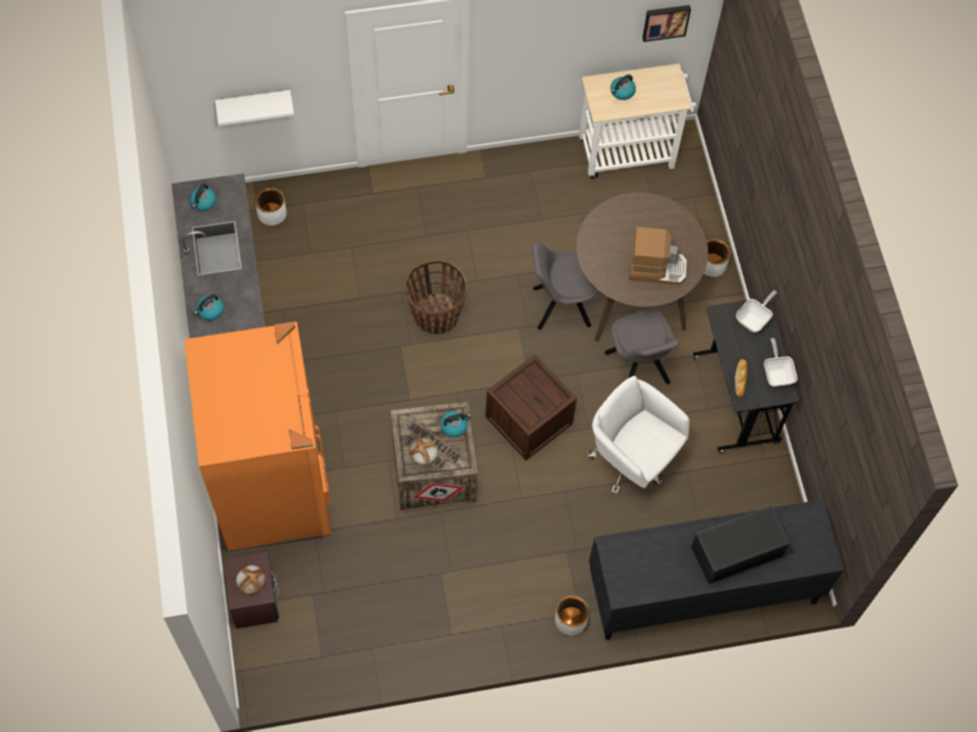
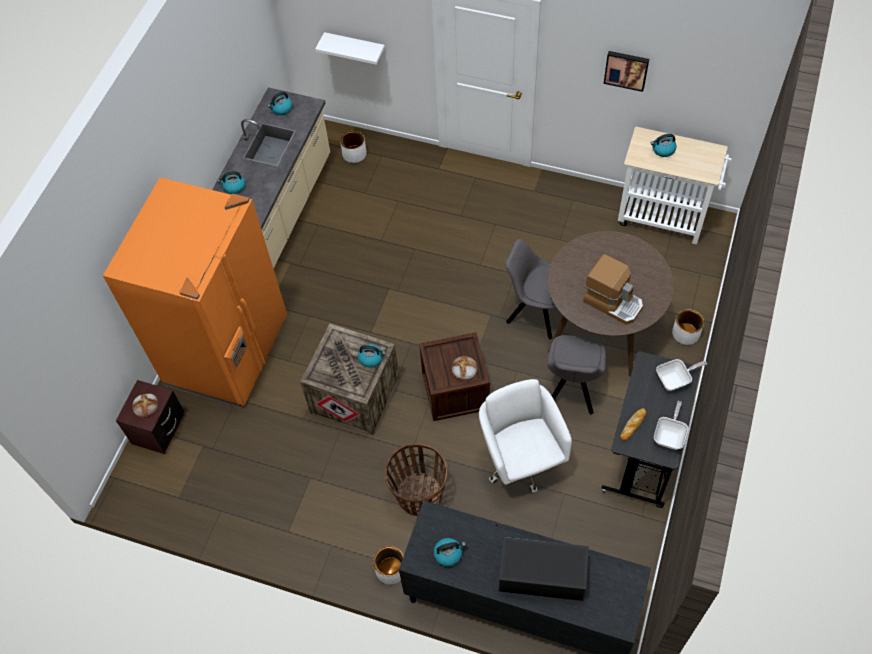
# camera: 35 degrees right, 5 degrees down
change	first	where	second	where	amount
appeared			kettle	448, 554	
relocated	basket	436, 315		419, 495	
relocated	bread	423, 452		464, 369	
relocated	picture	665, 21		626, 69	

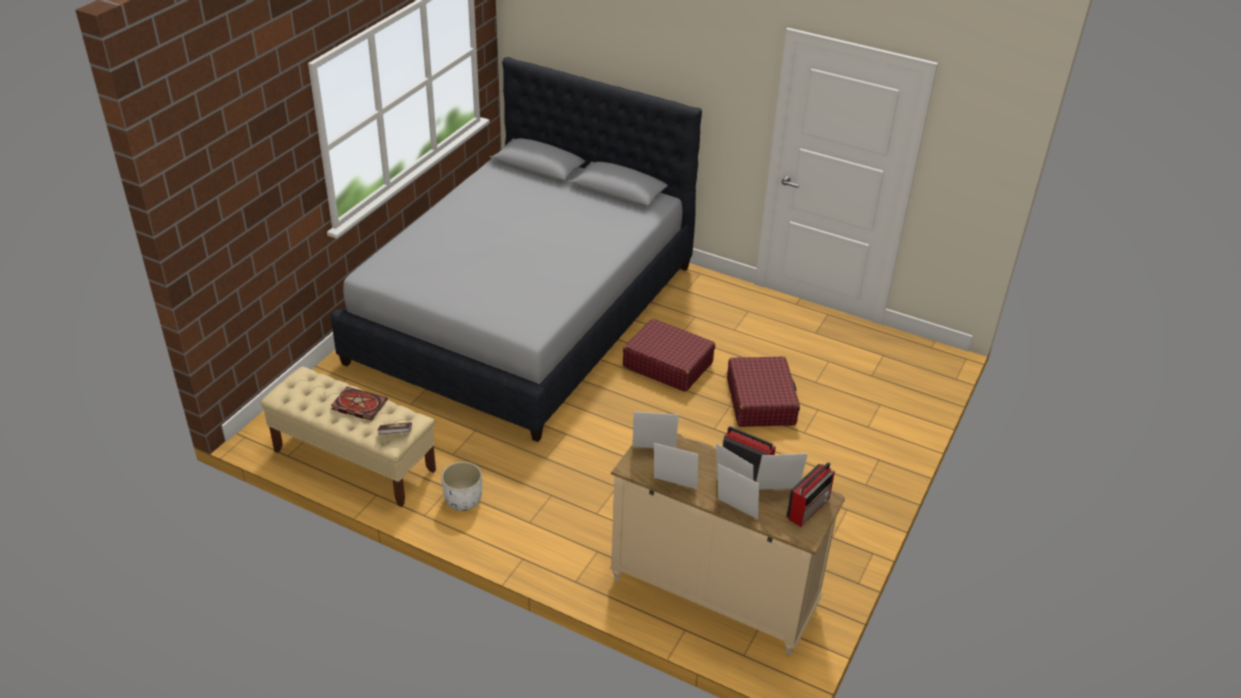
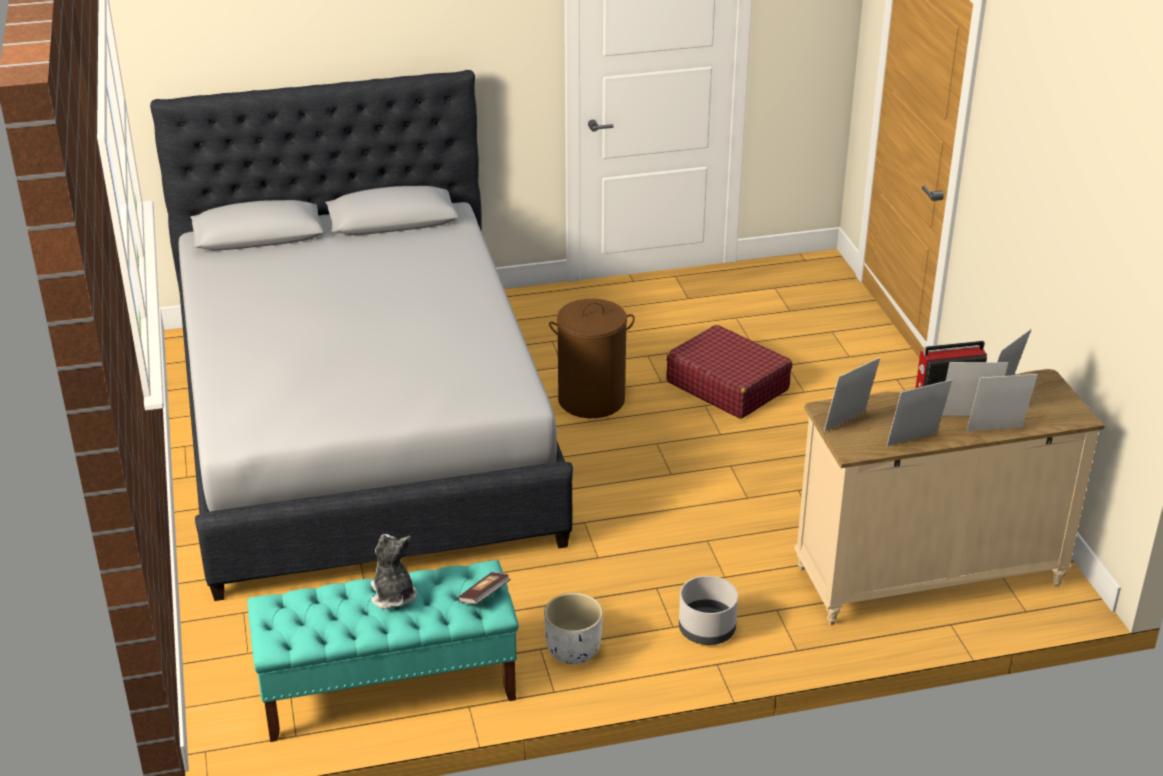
# camera: 40 degrees left, 5 degrees down
change	first	where	second	where	amount
missing	radio set	809, 508			
appeared			grey plant pot	706, 630	
exchanged	book	357, 405	cuddly toy	393, 595	
exchanged	red-coloured piece of luggage	667, 364	brownish laundry basket	591, 400	
colour	beige-coloured bench	354, 460	turquoise-coloured bench	387, 689	

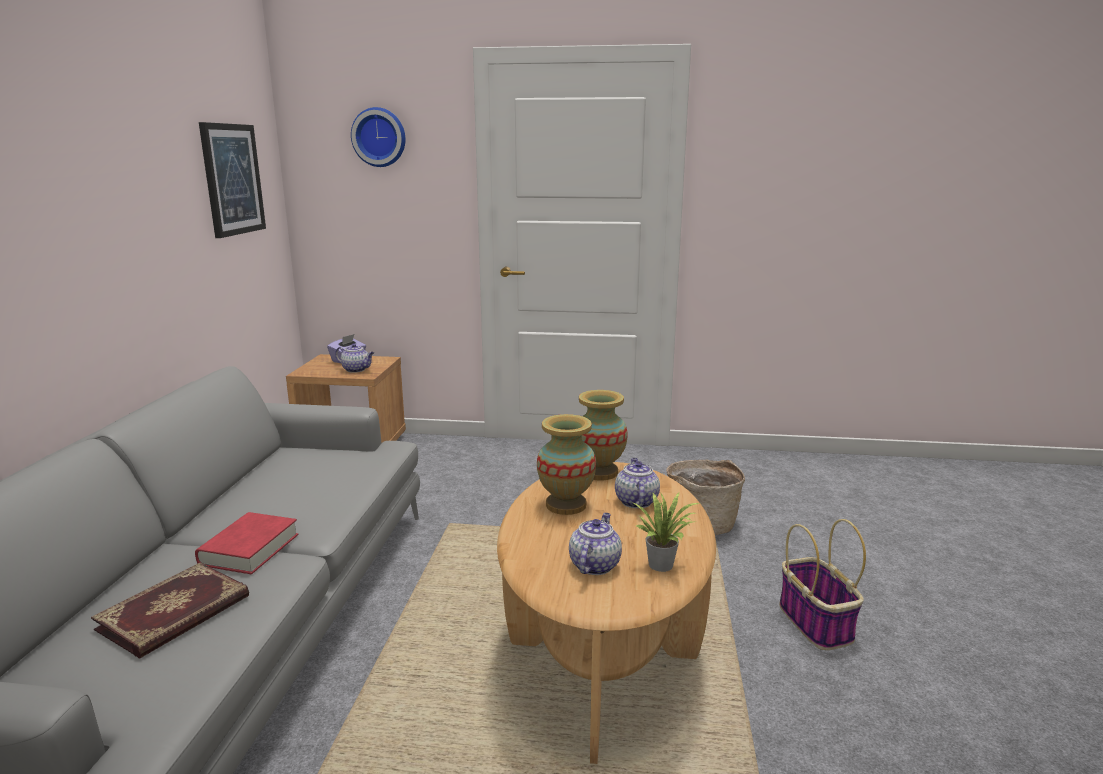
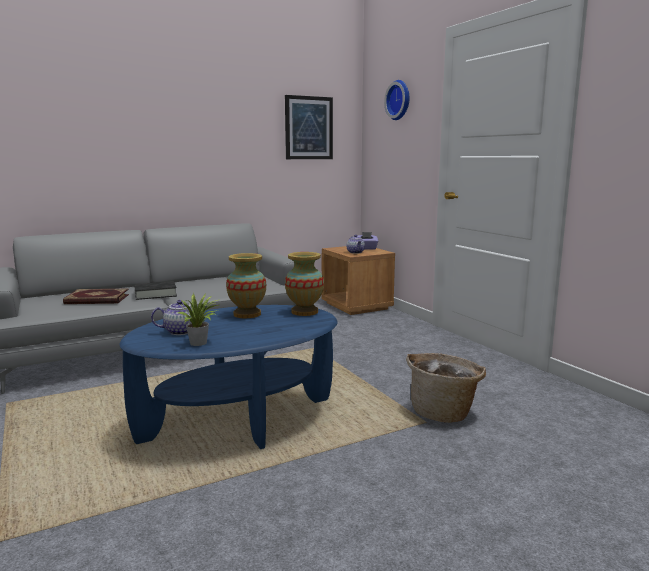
# camera: 55 degrees right, 5 degrees down
change	first	where	second	where	amount
missing	tea pot	635, 501			
missing	basket	816, 623			
colour	red-coloured book	249, 549	black-coloured book	155, 294	
colour	brownish low table	602, 651	blue low table	239, 420	

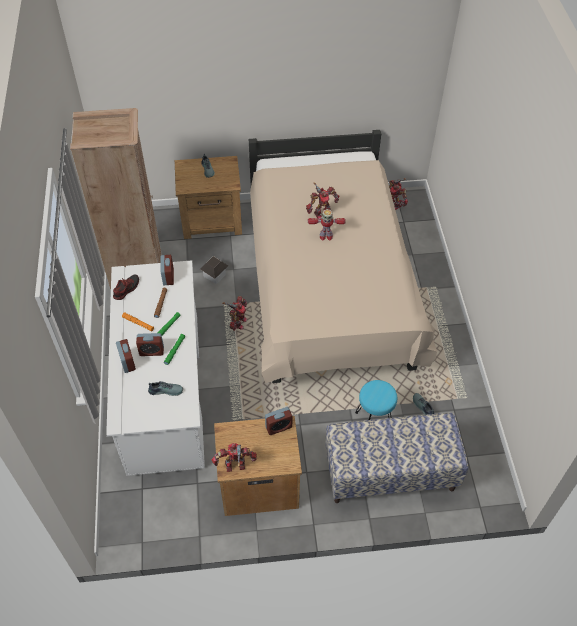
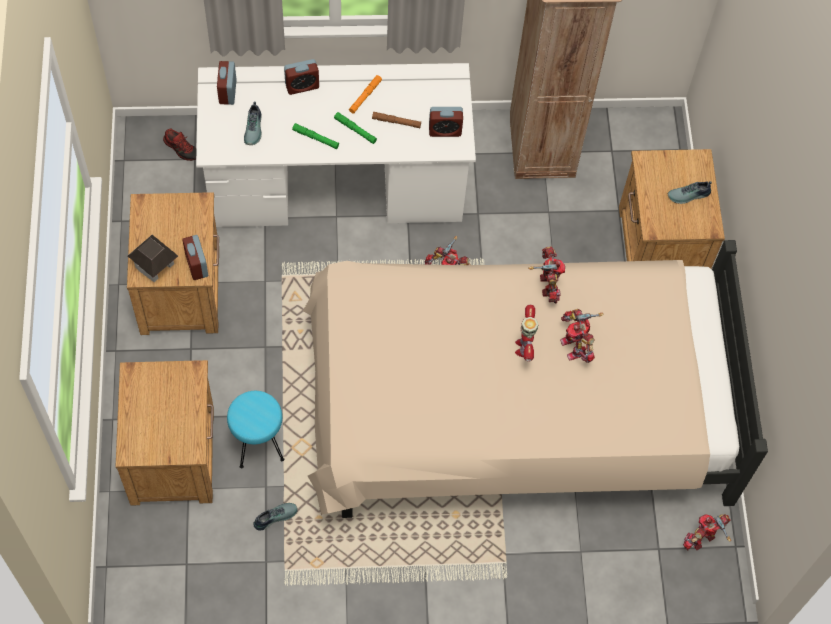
# camera: 90 degrees right, 10 degrees up
change	first	where	second	where	amount
relocated	low shoe	126, 289		182, 148	
relocated	bedside clock	151, 351		227, 92	
relocated	toy house	215, 275		155, 265	
relocated	model robot	235, 466		547, 286	
exchanged	bench	389, 473	brownish bedside table	174, 454	

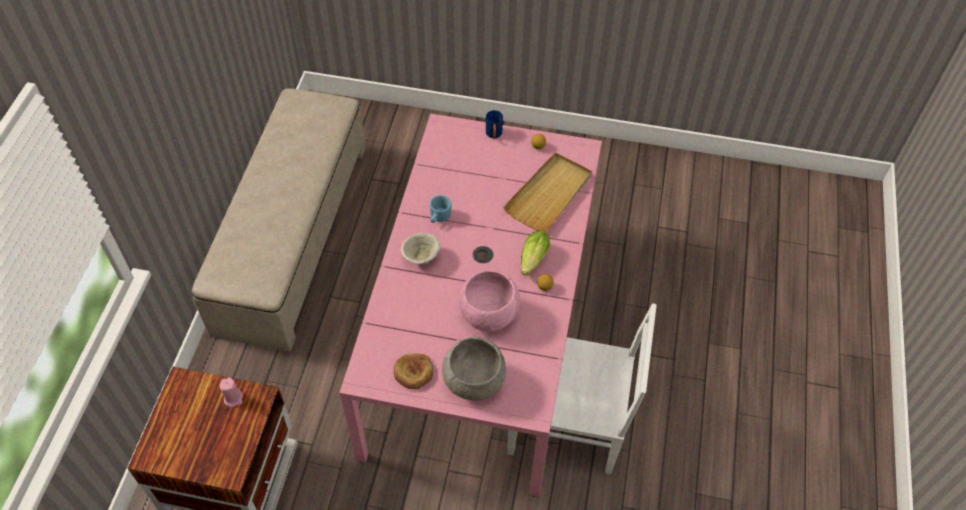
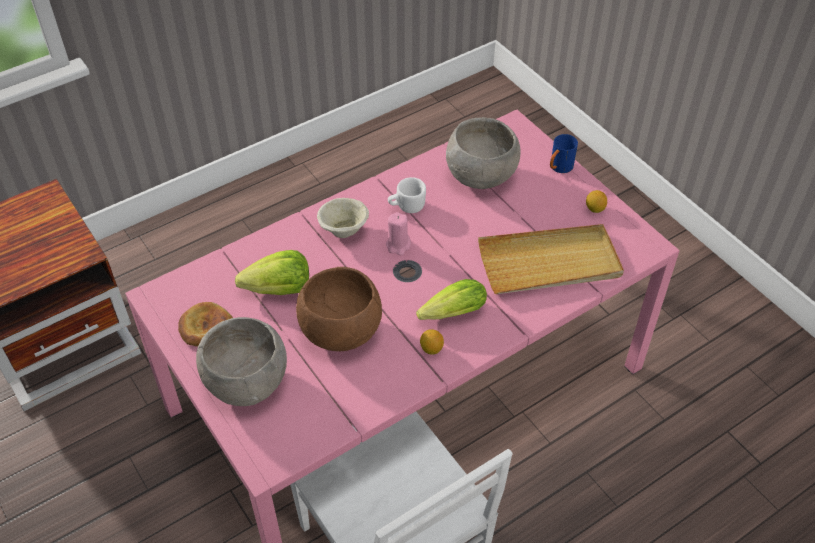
# camera: 45 degrees right, 5 degrees down
change	first	where	second	where	amount
missing	beige-coloured bench	292, 234			
appeared			head of lettuce	279, 289	
appeared			grey deep dish	481, 177	
relocated	pink-coloured wax candle	233, 398		398, 245	
colour	blue mug	438, 217	white-coloured mug	406, 206	
colour	pink-coloured deep dish	489, 314	brownish deep dish	342, 331	

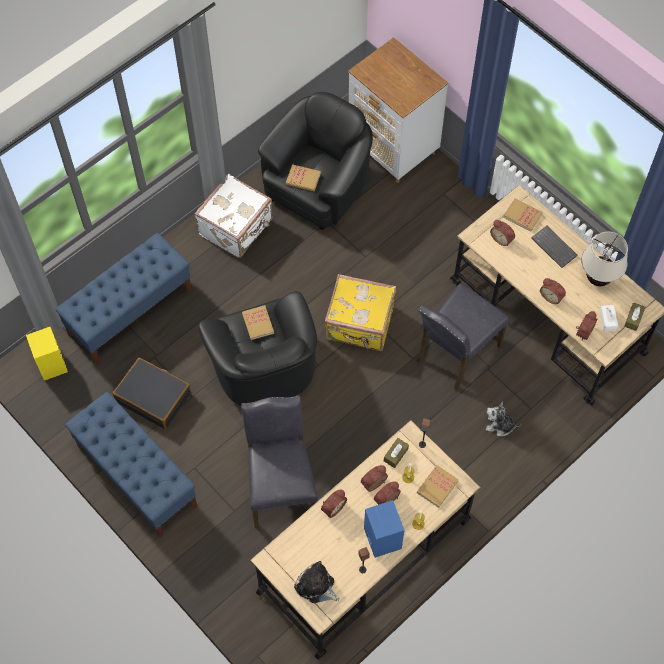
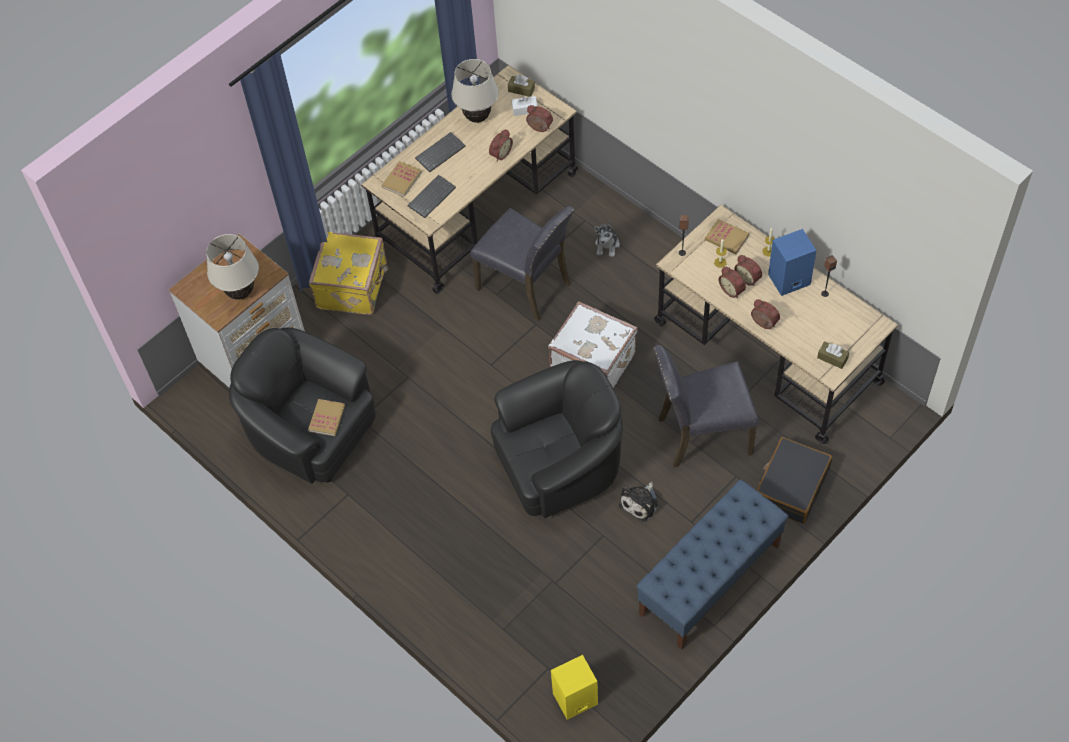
# camera: 90 degrees left, 5 degrees down
change	first	where	second	where	amount
missing	blue bench	130, 312			
missing	book	258, 323			
appeared			beige-coloured table lamp	241, 293	
relocated	black-coloured piece of luggage	154, 397		791, 486	
relocated	white-coloured piece of luggage	237, 228		593, 361	
relocated	cuddly toy	316, 586		640, 503	
relocated	yellow-coloured piece of luggage	360, 325		353, 286	
relocated	brownish tissue holder	395, 455		832, 358	
exchanged	bedside clock	502, 238	keyboard	431, 196	

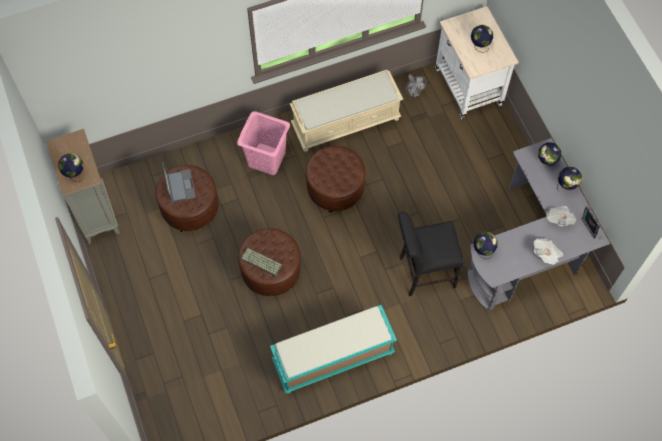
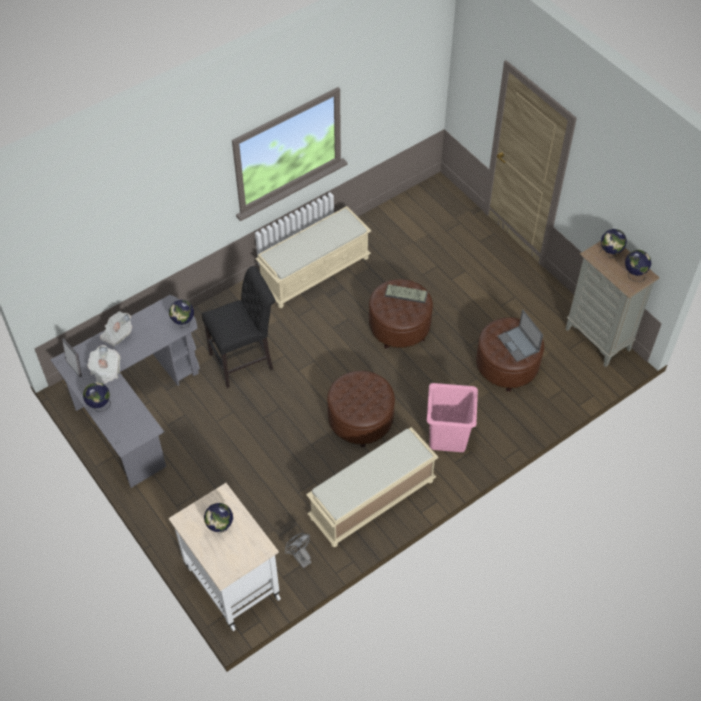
# camera: 165 degrees right, 10 degrees down
change	first	where	second	where	amount
relocated	globe	546, 162		634, 275	
colour	turquoise-coloured bench	333, 358	beige-coloured bench	315, 271	

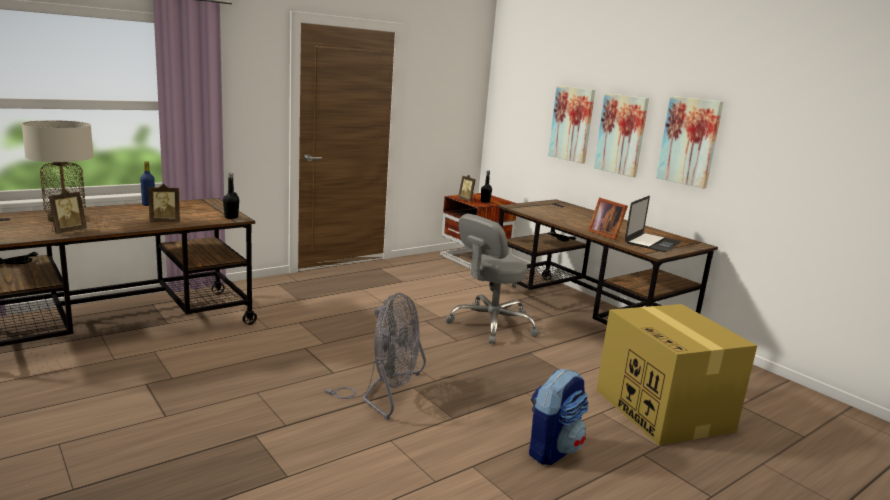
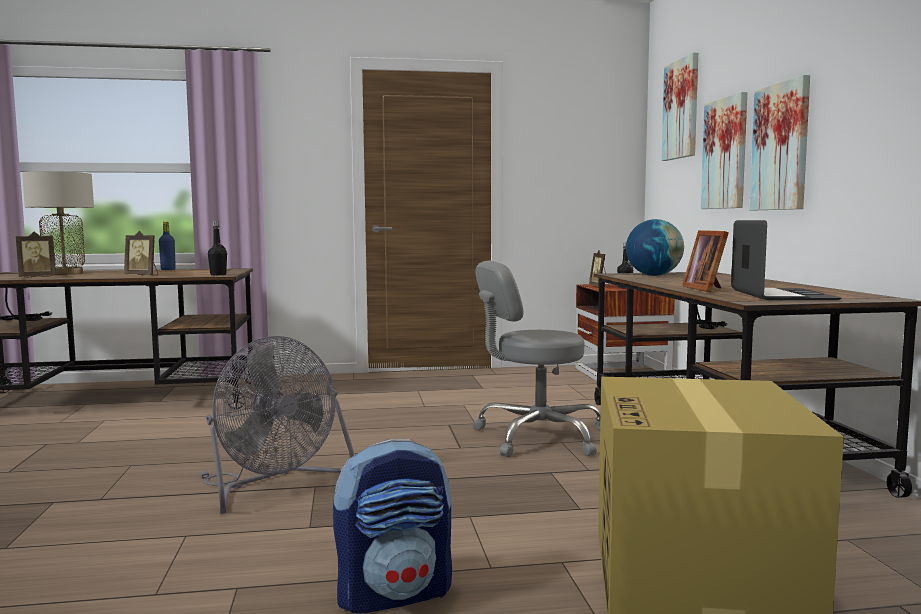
# camera: 30 degrees right, 10 degrees down
change	first	where	second	where	amount
appeared			globe	653, 275	
relocated	picture	689, 141		681, 109	
spun	portable computer	652, 242		781, 295	60 degrees counterclockwise

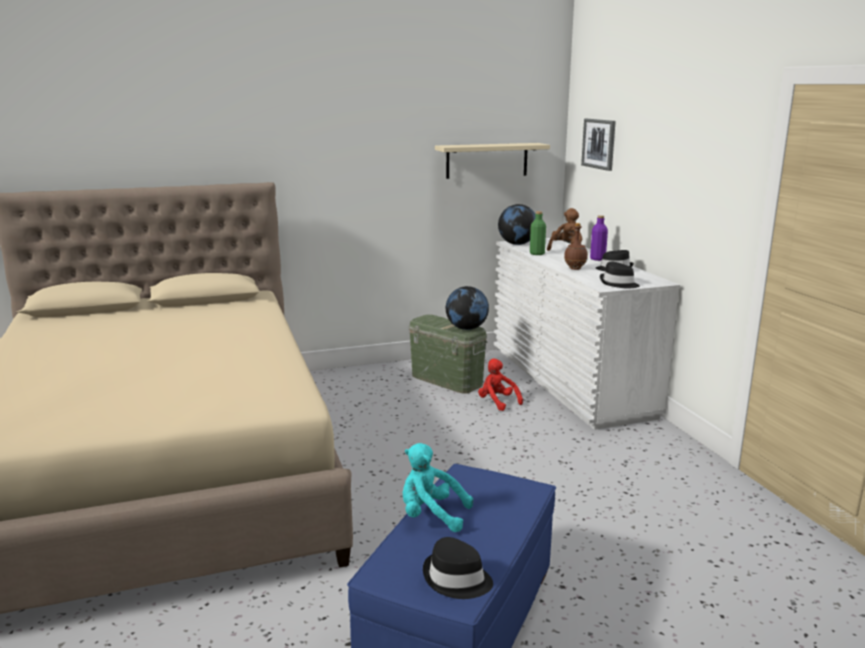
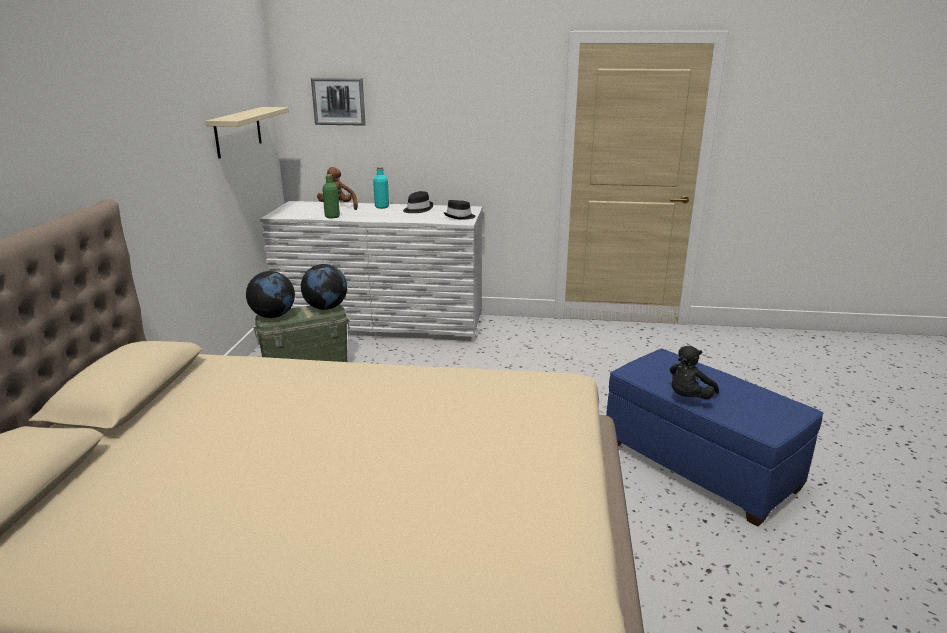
# camera: 65 degrees left, 5 degrees up
change	first	where	second	where	amount
missing	black-coloured clothing hat	456, 580			
missing	red-coloured cuddly toy	497, 402			
missing	brownish beverage bottle	575, 268			
relocated	globe	517, 244		273, 316	
colour	turquoise-coloured cuddly toy	431, 516	black-coloured cuddly toy	688, 398	
colour	purple-coloured beverage bottle	597, 259	turquoise-coloured beverage bottle	382, 207	

